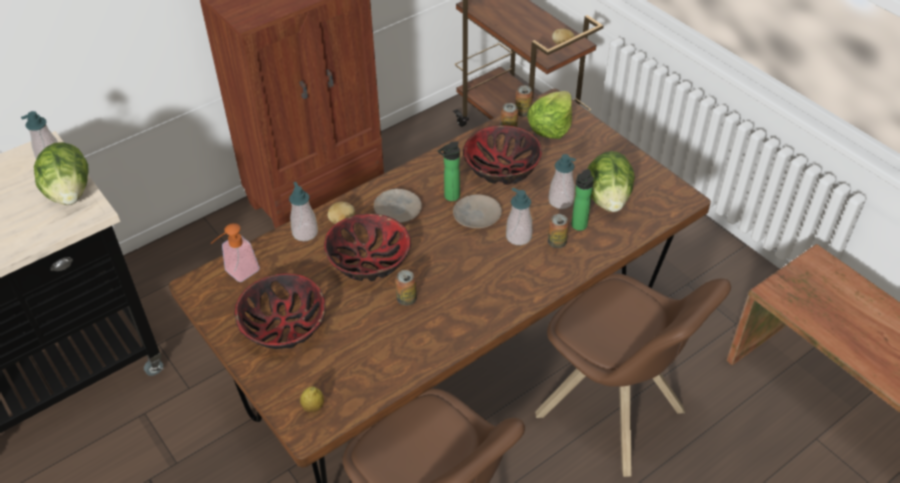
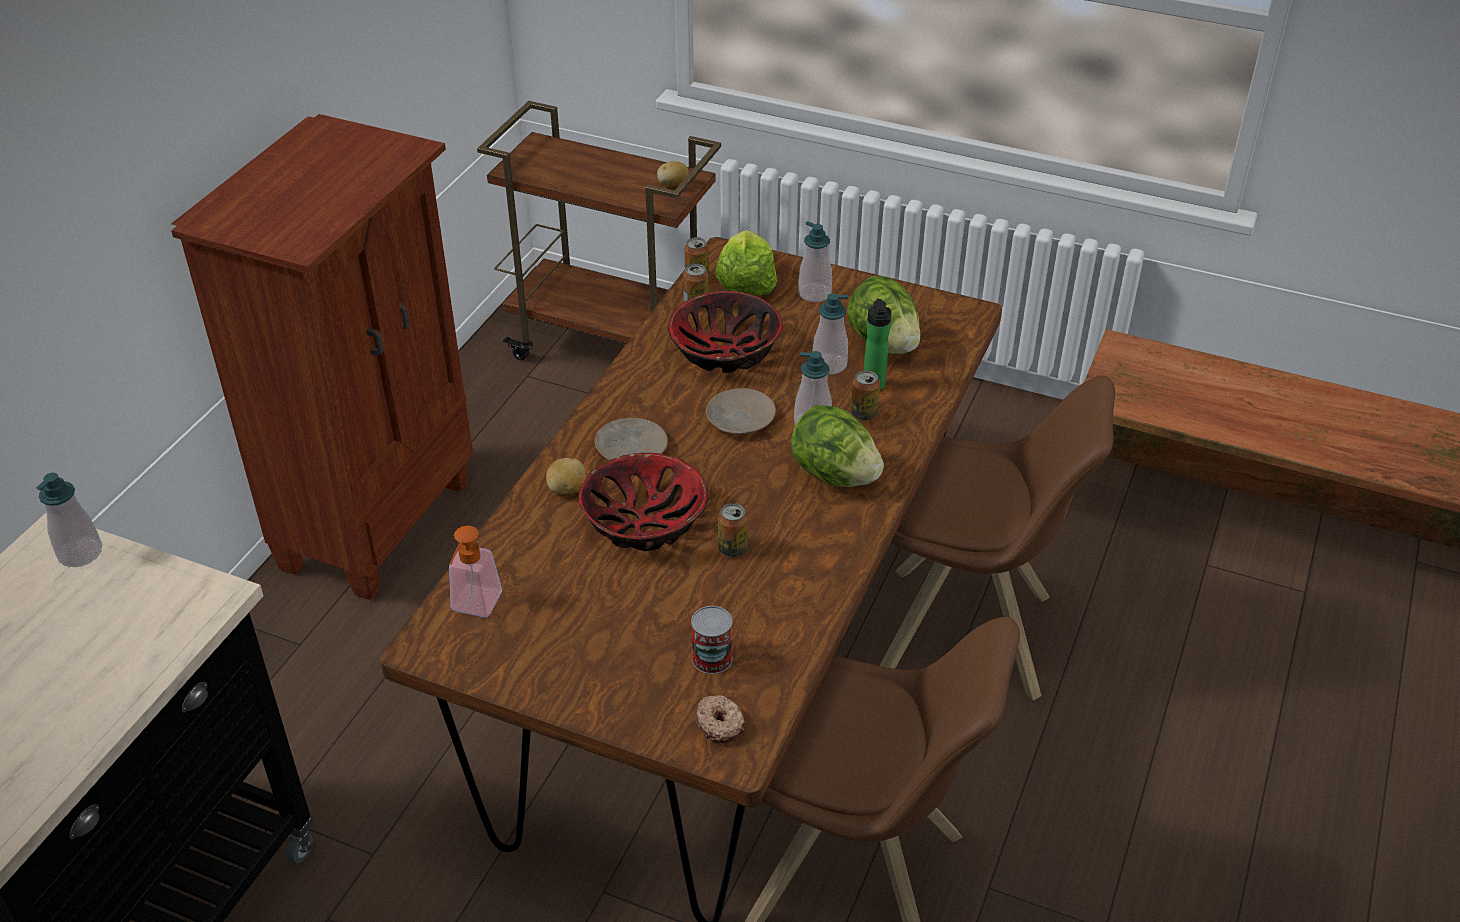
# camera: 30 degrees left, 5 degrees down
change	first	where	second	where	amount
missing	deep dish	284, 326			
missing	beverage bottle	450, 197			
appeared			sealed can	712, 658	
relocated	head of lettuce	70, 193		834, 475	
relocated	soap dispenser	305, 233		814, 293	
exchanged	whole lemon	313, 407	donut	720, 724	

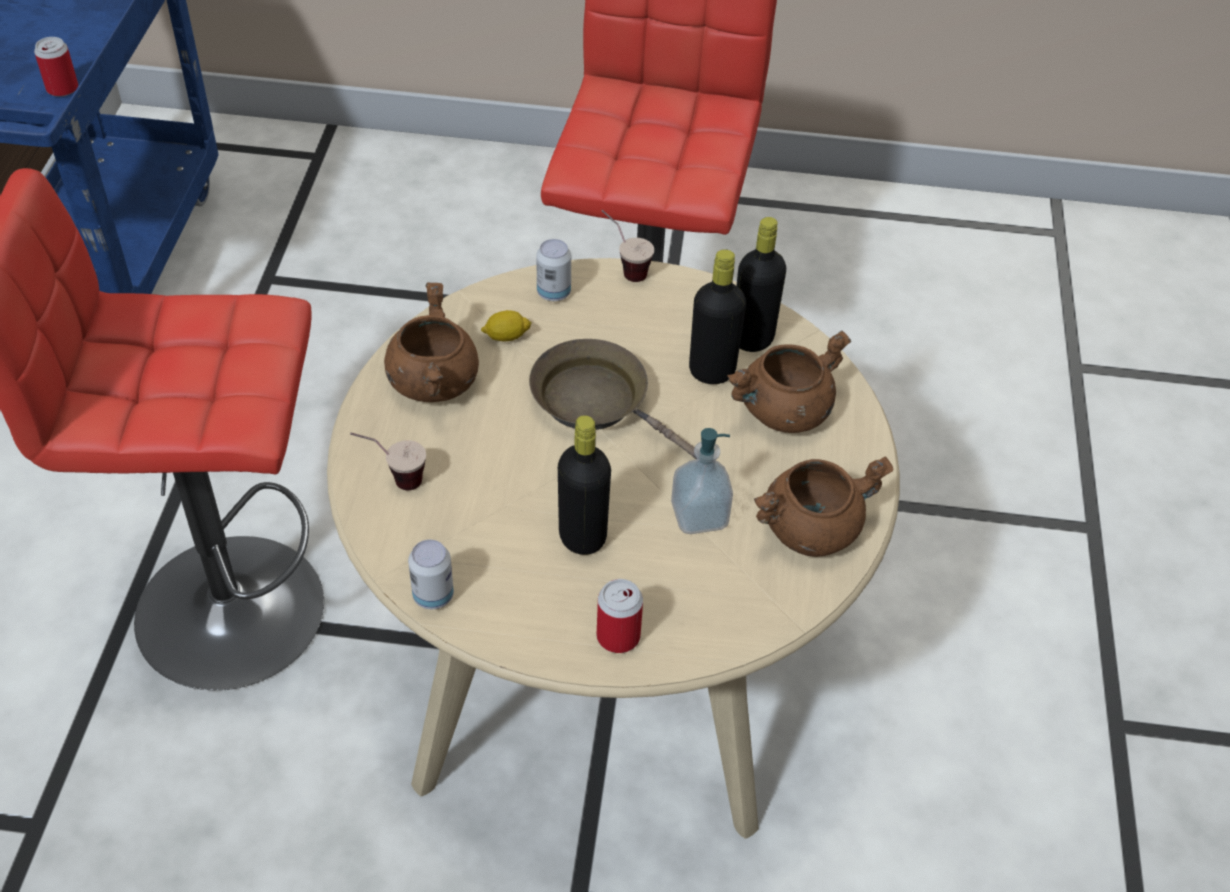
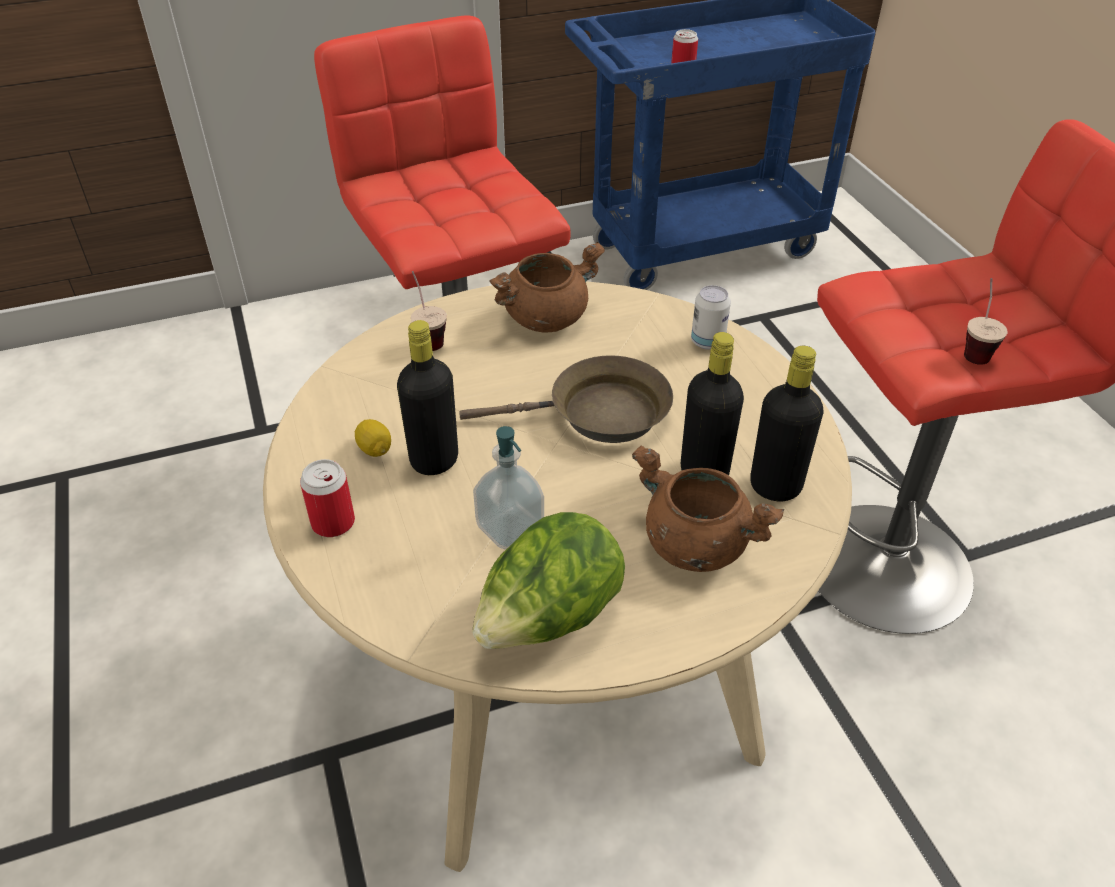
# camera: 65 degrees right, 5 degrees down
change	first	where	second	where	amount
missing	sealed can	433, 596			
relocated	whole lemon	506, 336		374, 449	
relocated	drinking cup	624, 268		975, 348	
exchanged	brownish stockpot	811, 529	head of lettuce	549, 619	
spun	brownish skillet	598, 403		599, 414	75 degrees clockwise

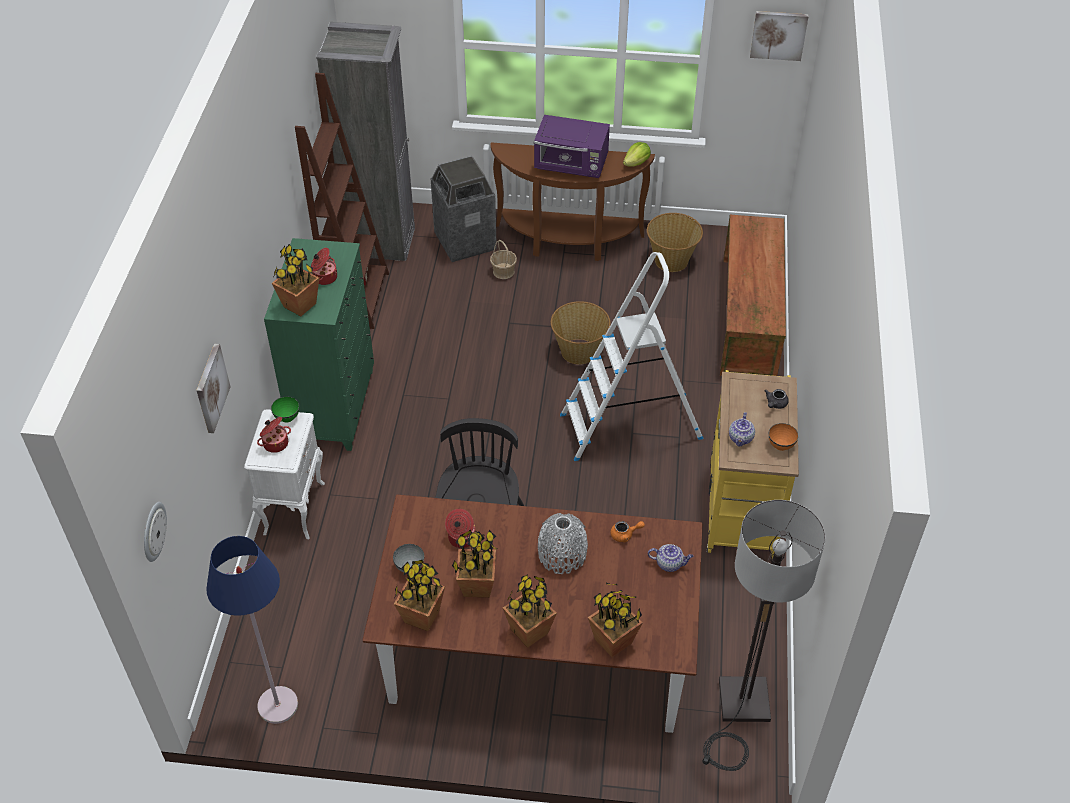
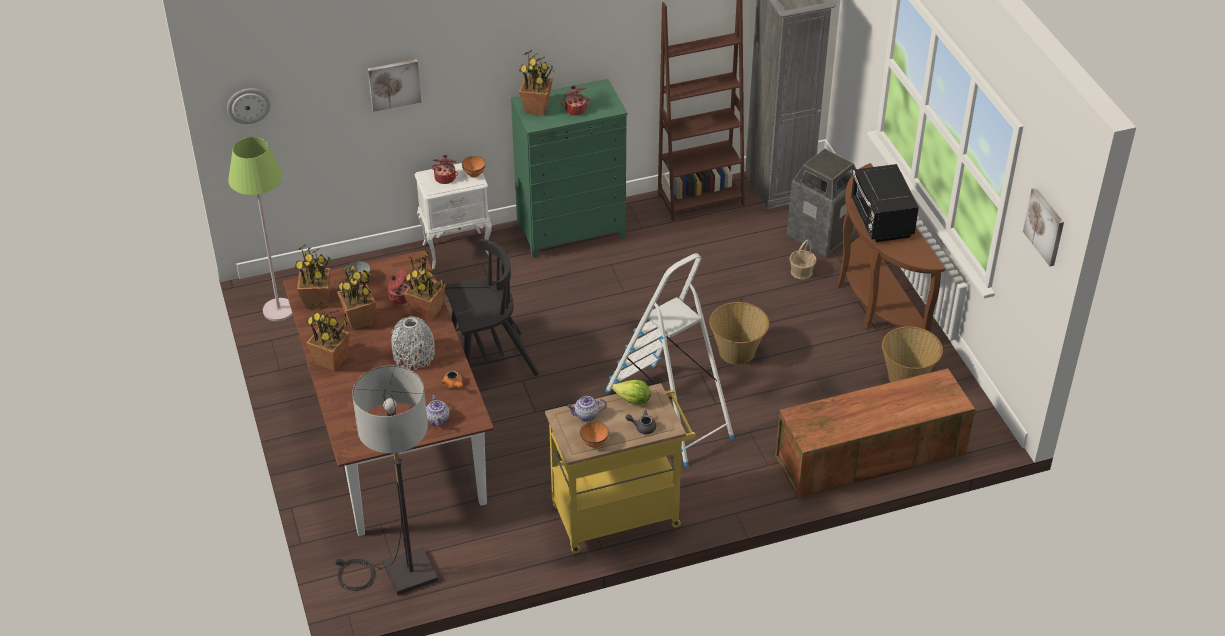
# camera: 65 degrees right, 5 degrees down
change	first	where	second	where	amount
relocated	potted plant	613, 641		427, 312	
relocated	head of lettuce	637, 163		633, 400	
colour	blue standing lamp	277, 705	green standing lamp	278, 310	
colour	green deep dish	287, 417	orange deep dish	474, 174	
colour	purple-coloured microwave oven	572, 165	black-coloured microwave oven	881, 221	

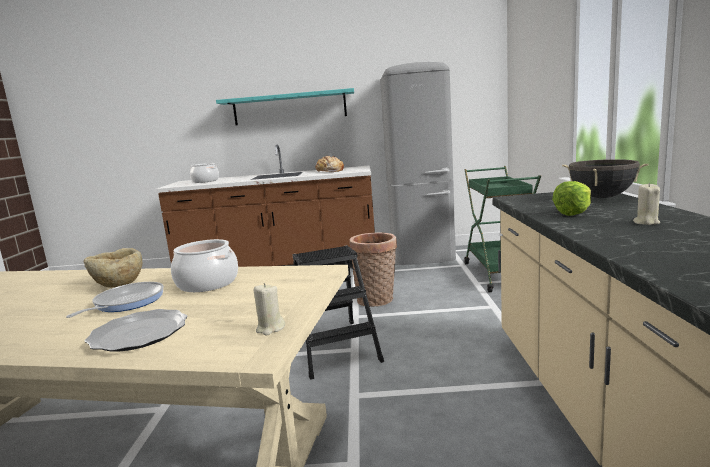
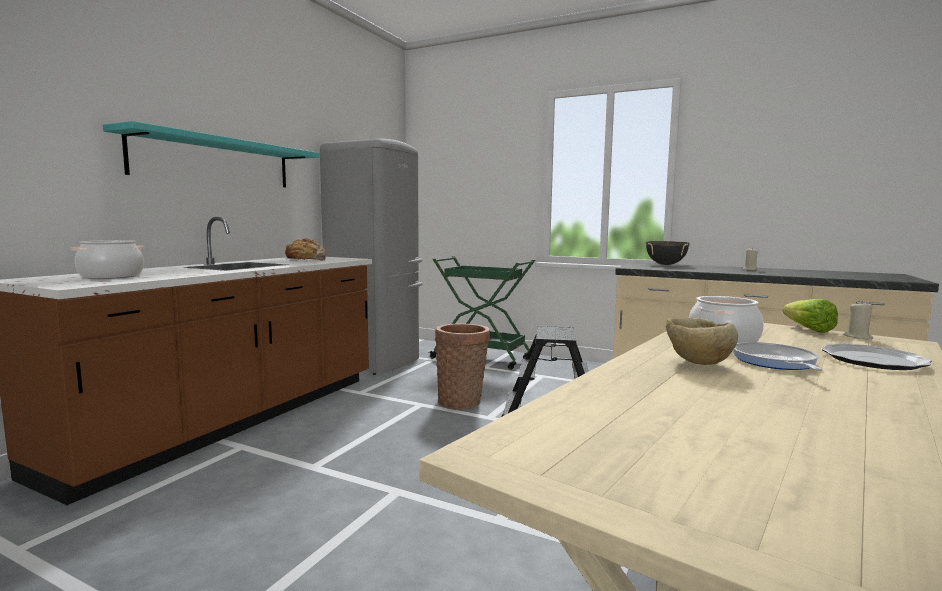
# camera: 65 degrees left, 5 degrees down
change	first	where	second	where	amount
relocated	head of lettuce	577, 212		805, 328	
spun	skillet	126, 303		775, 362	45 degrees clockwise

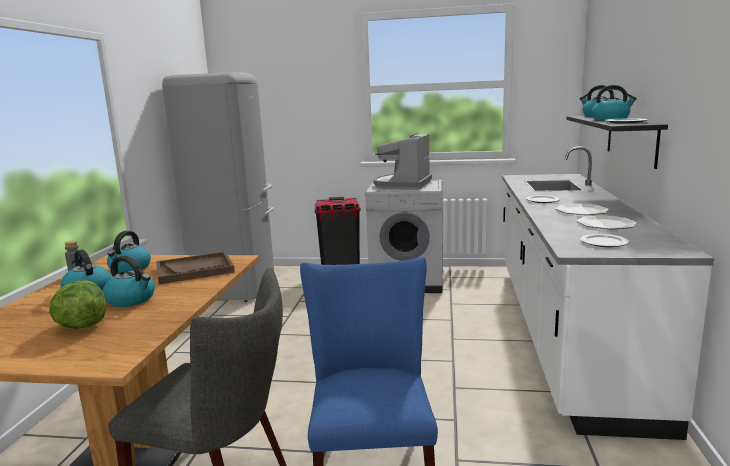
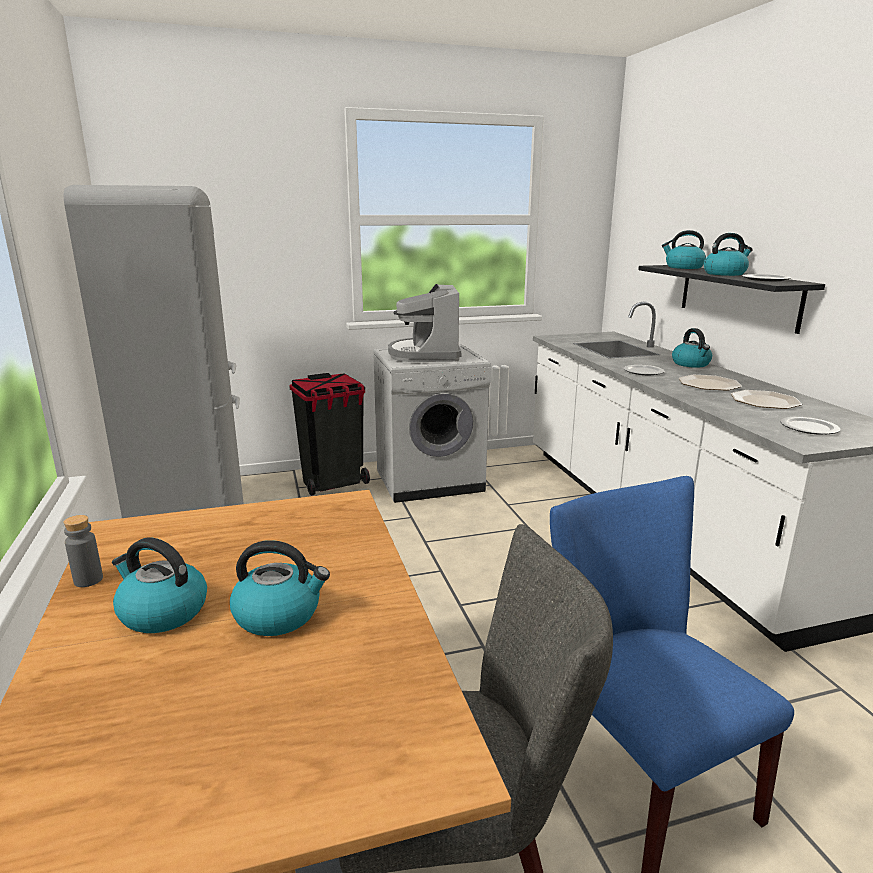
# camera: 25 degrees left, 5 degrees up
change	first	where	second	where	amount
missing	head of lettuce	82, 326			
missing	brownish carrying tray	195, 270			
relocated	kettle	130, 268		691, 364	

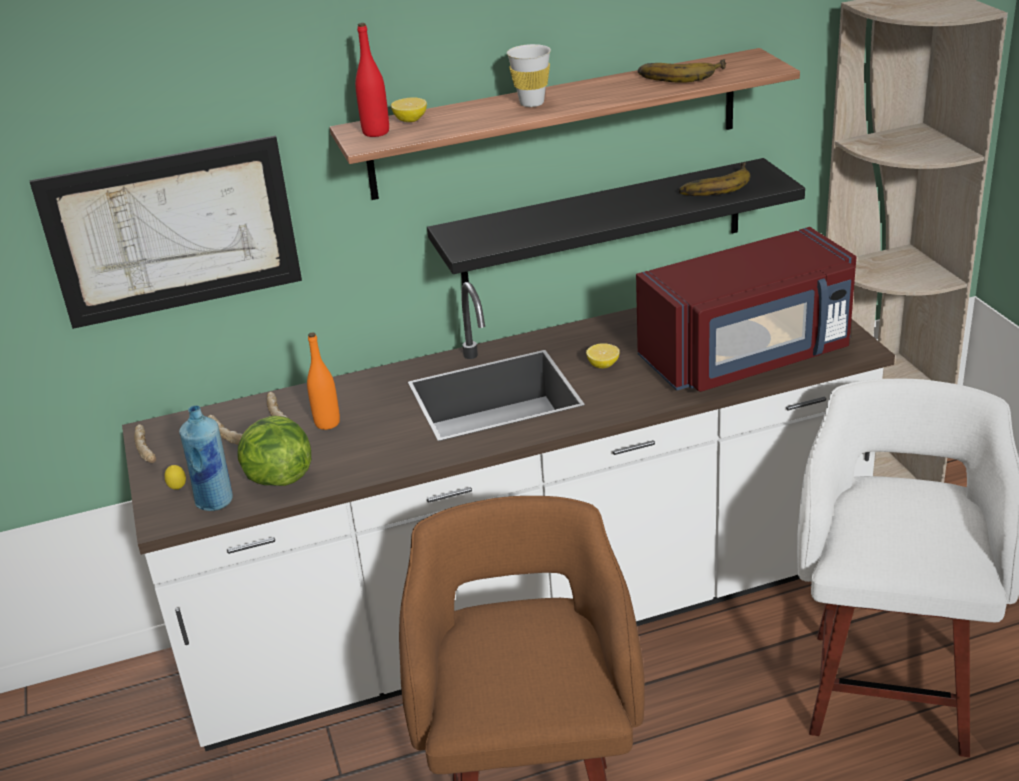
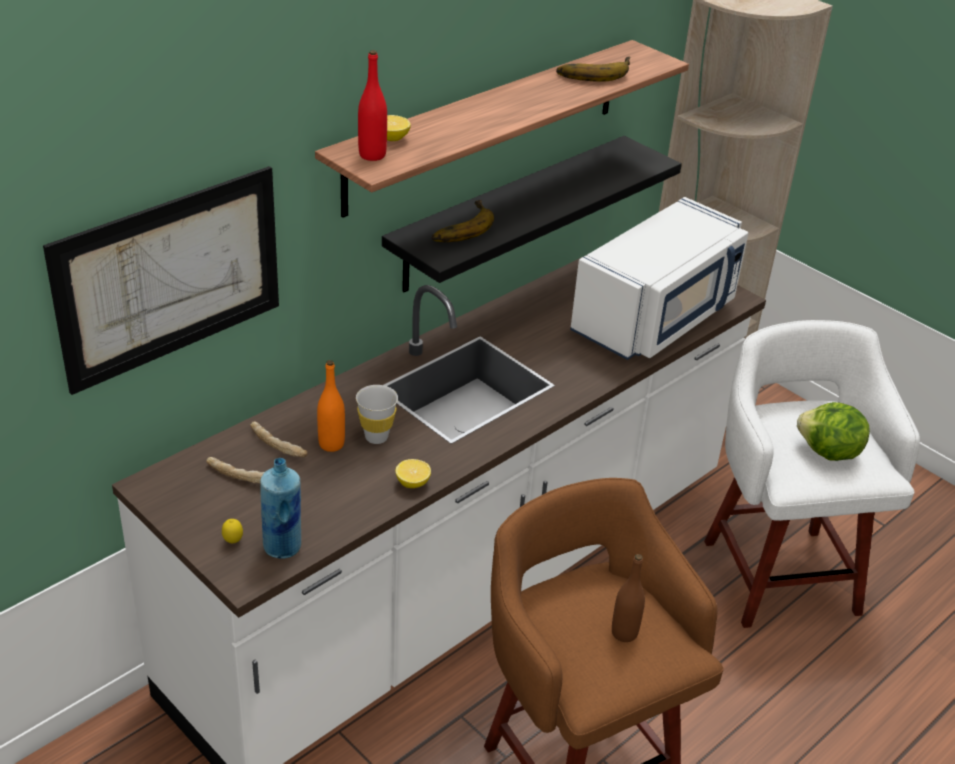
# camera: 30 degrees left, 5 degrees up
change	first	where	second	where	amount
missing	bread	147, 450			
appeared			brownish beverage bottle	624, 633	
relocated	head of lettuce	277, 478		828, 453	
relocated	white-coloured drinking cup	532, 103		376, 437	
relocated	whole lemon	603, 365		412, 483	
relocated	whole banana	713, 185		459, 227	
colour	red-coloured microwave oven	748, 356	white-coloured microwave oven	656, 318	

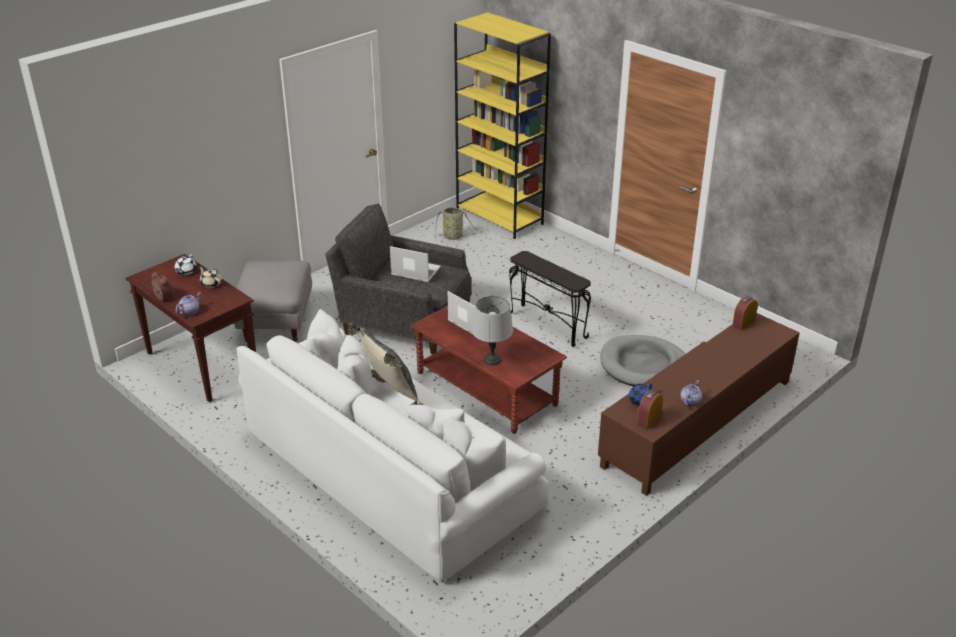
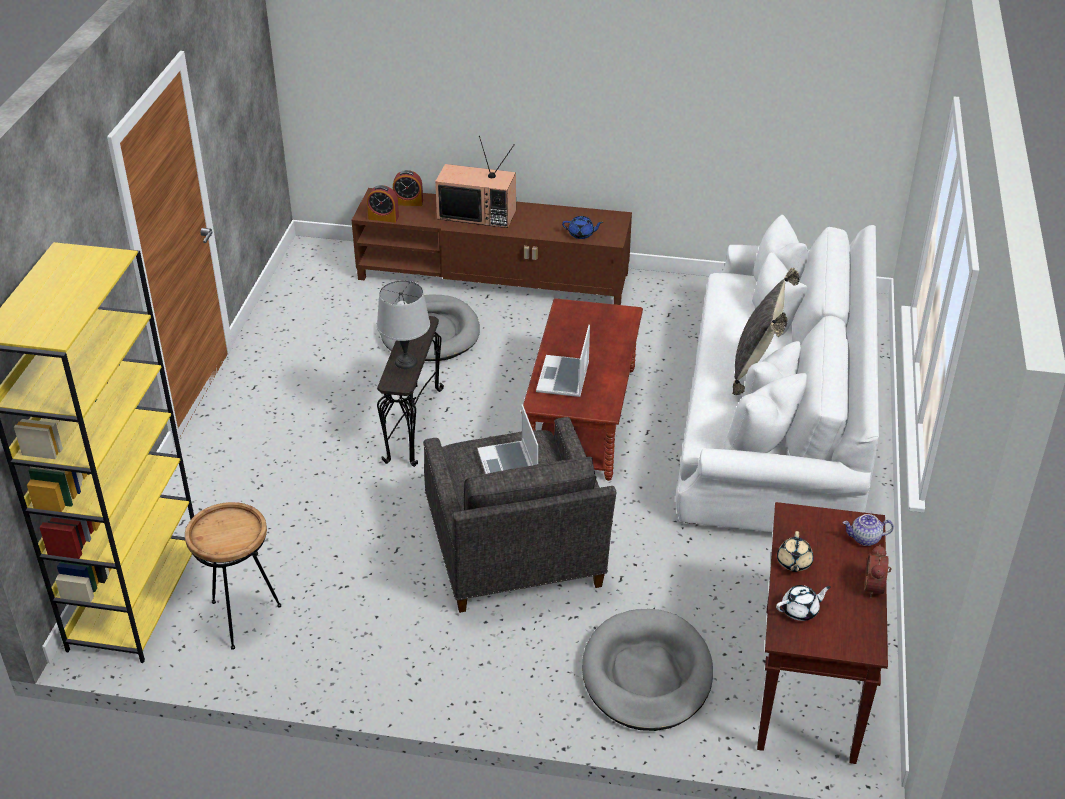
# camera: 125 degrees left, 5 degrees up
change	first	where	second	where	amount
missing	tea pot	690, 401			
appeared			TV	478, 214	
relocated	grey table lamp	491, 360		406, 362	
relocated	bedside clock	648, 420		408, 202	
exchanged	grey footrest	276, 322	grey dog cushion	646, 674	
exchanged	basket	454, 237	brownish accent table	242, 618	

